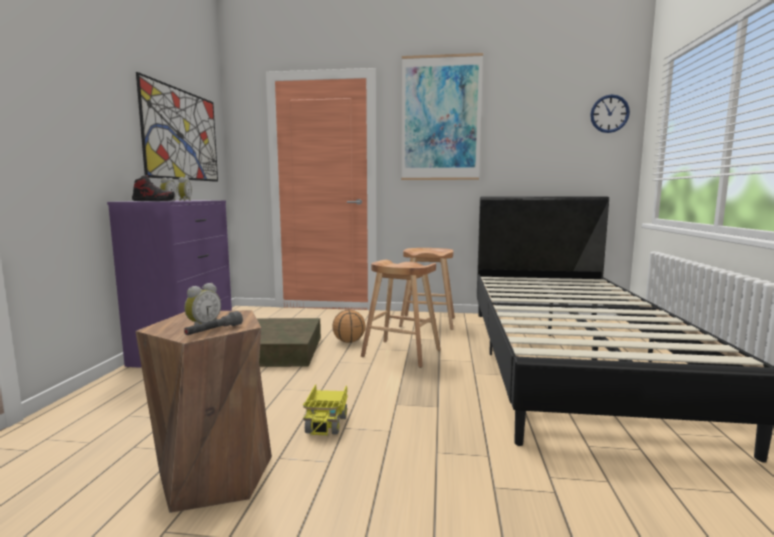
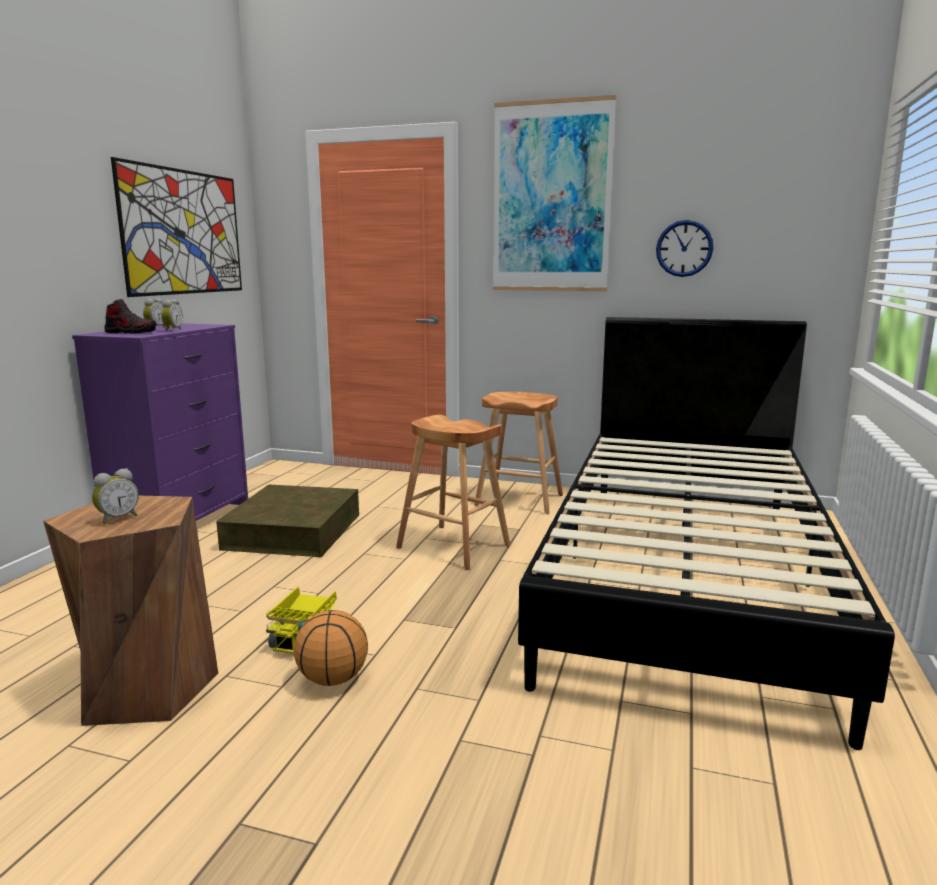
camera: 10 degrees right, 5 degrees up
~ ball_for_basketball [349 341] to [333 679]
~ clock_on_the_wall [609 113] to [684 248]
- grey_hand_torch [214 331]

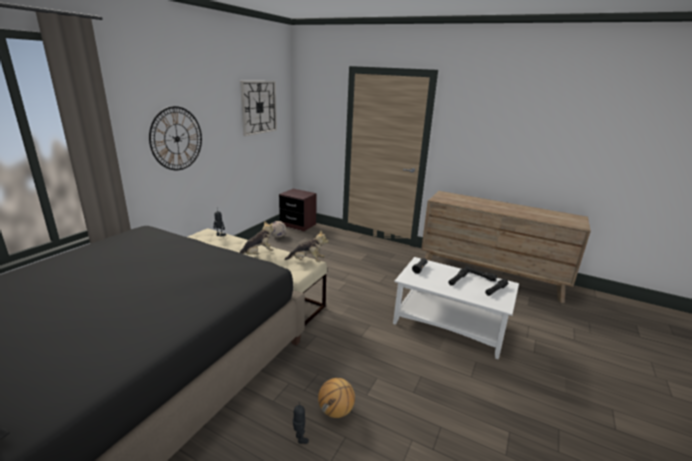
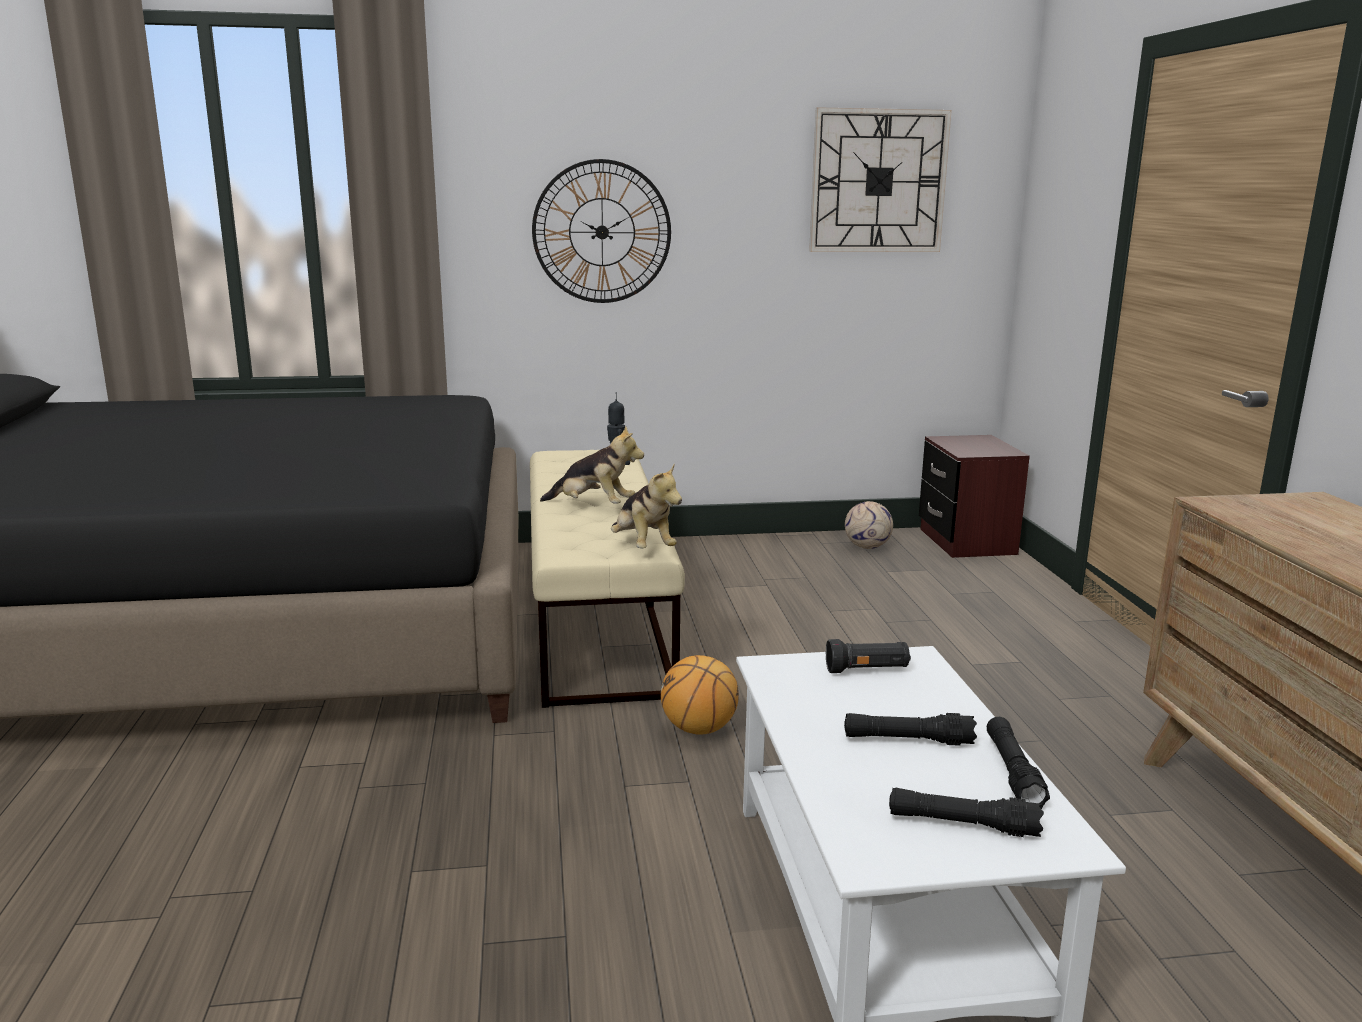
camera: 55 degrees right, 5 degrees down
~ ball_for_basketball [336 411] to [699 729]
- robot_figure [300 438]

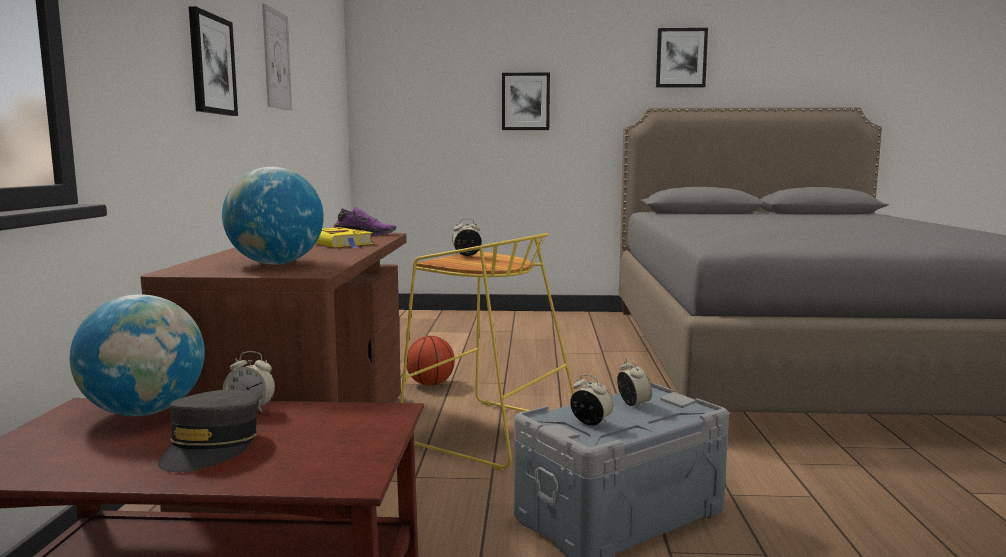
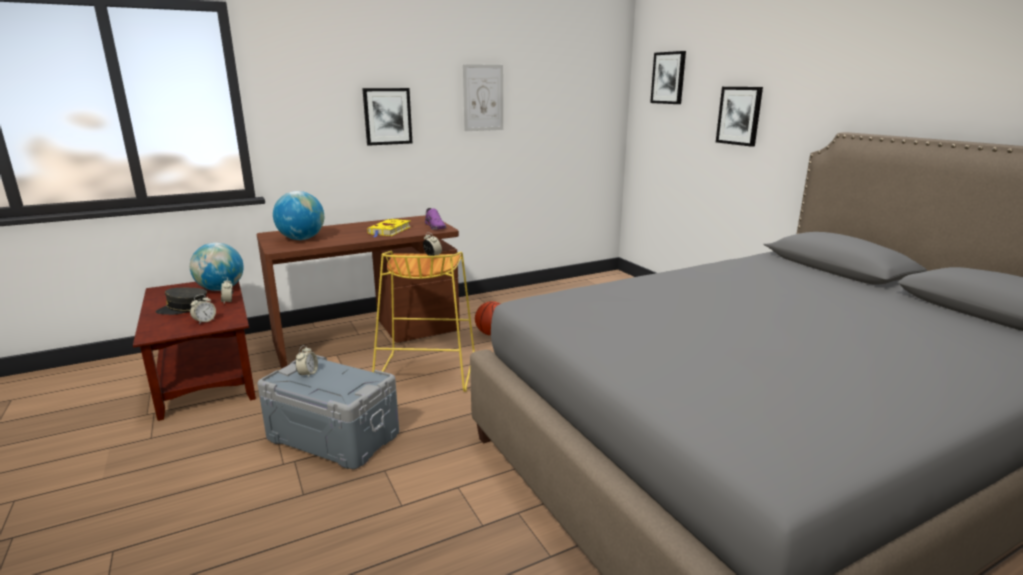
camera: 60 degrees right, 10 degrees up
~ table_clock [633 404] to [204 321]
~ wall_picture [681 58] to [668 78]

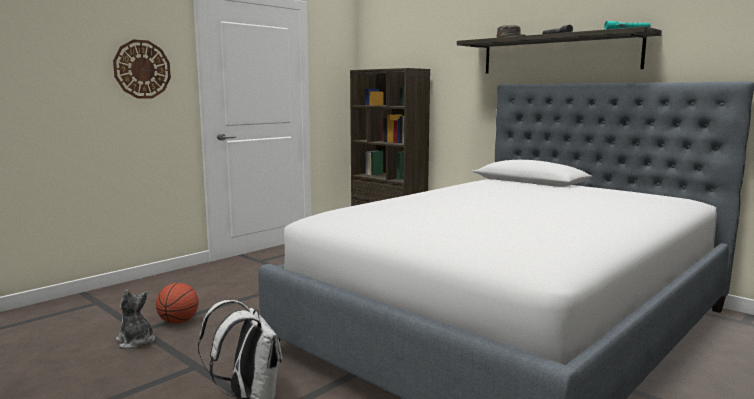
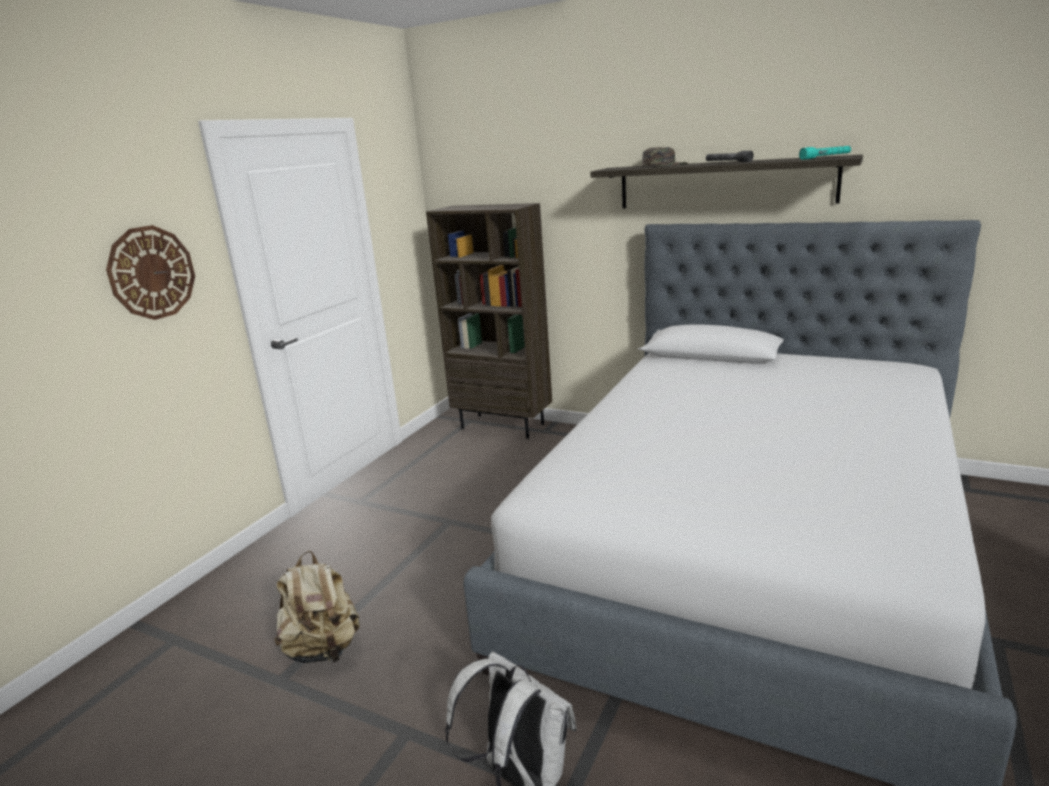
camera: 15 degrees left, 10 degrees up
~ ball_for_basketball [178 322] to beige-coloured_rucksack [323 649]
- soft_toy [136 342]

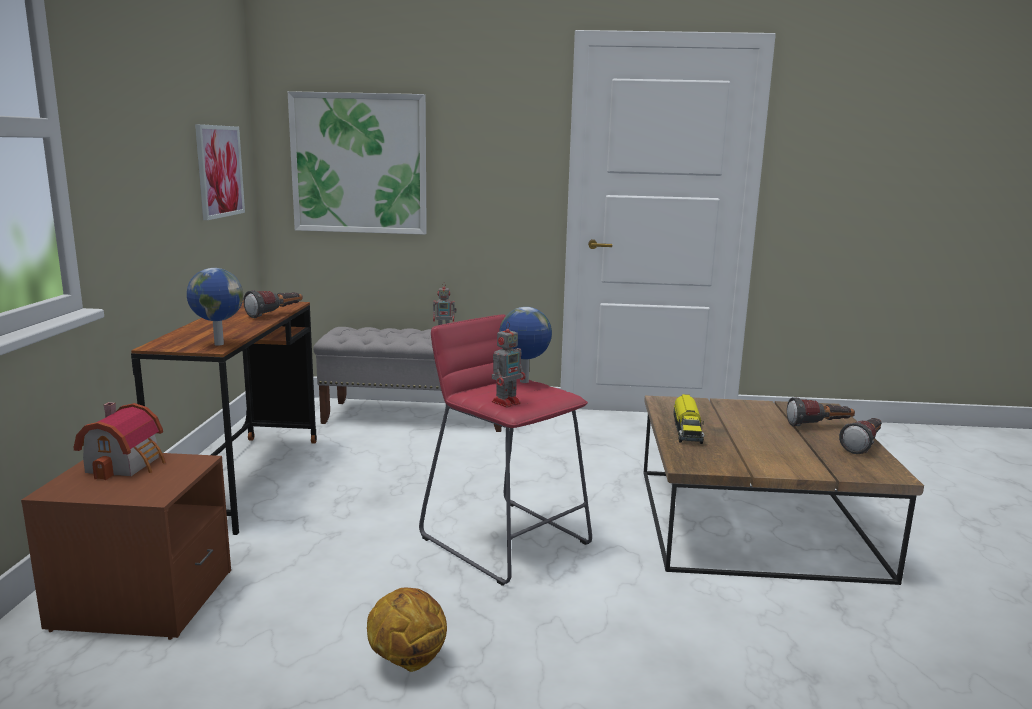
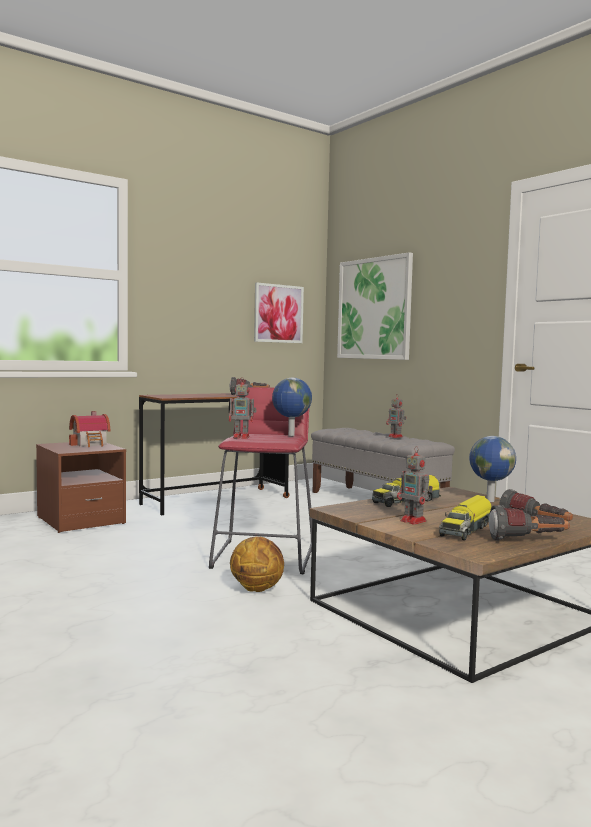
camera: 50 degrees right, 10 degrees down
~ ball_for_basketball [407 661] to [257 589]
+ robot_figure [414 521]
+ toy_truck [466 529]
~ world_globe [218 344] to [489 501]

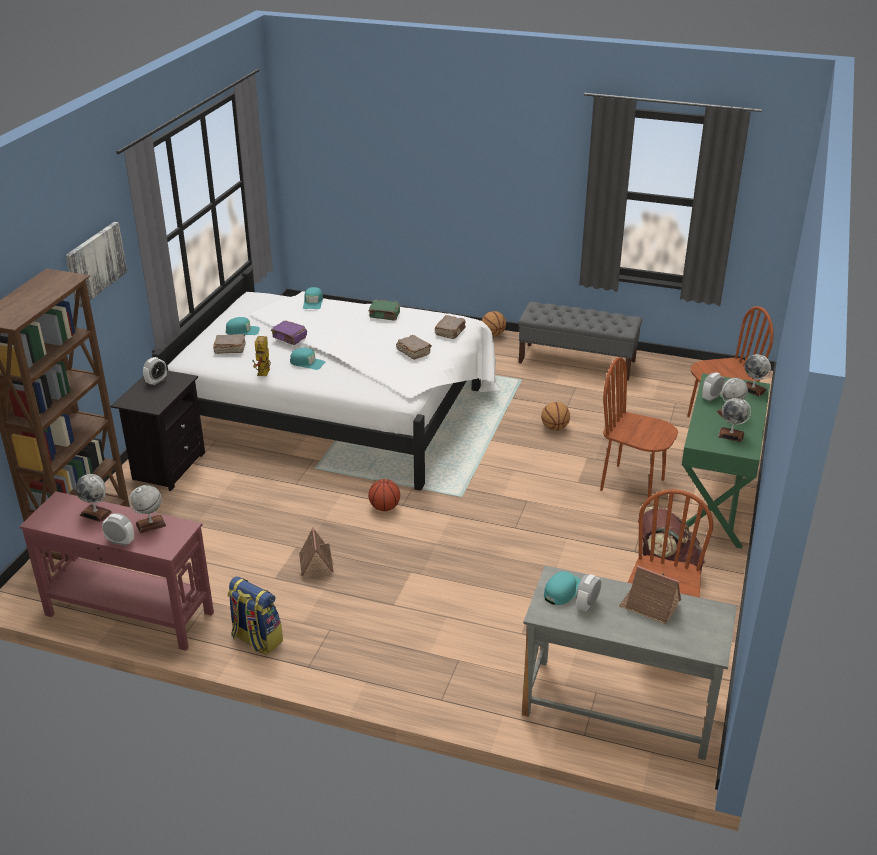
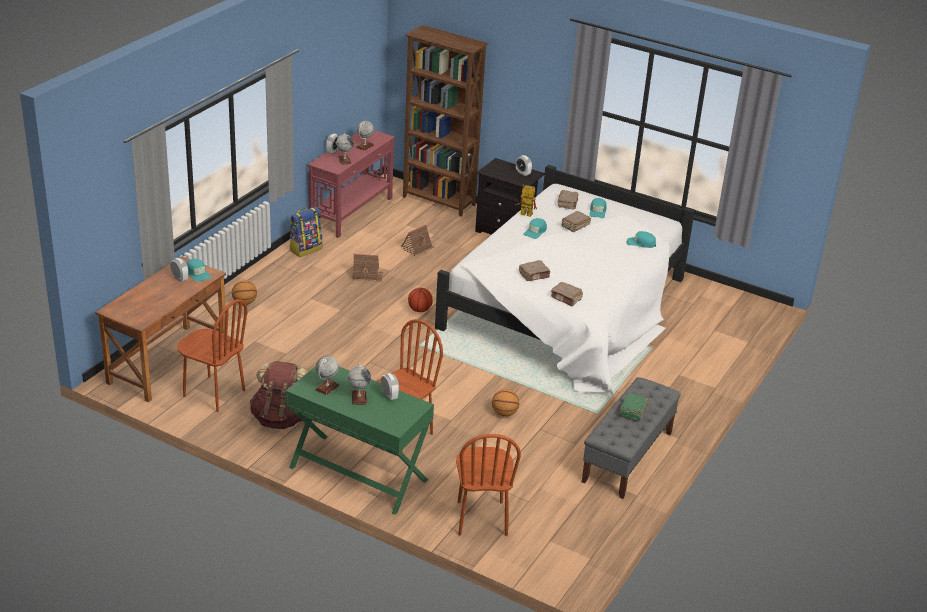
camera: 100 degrees right, 0 degrees up
~ grey_desk [618 708] to brown-coloured_desk [167 363]
~ ball_for_basketball [493 334] to [244 302]
~ miniature_house [649 606] to [417 248]
~ purple-coloured_bound_book [289 338] to brown-coloured_bound_book [575 226]
~ greenish_bound_book [385 315] to [632 412]
- wall_picture [95 263]
- world_globe [753 389]

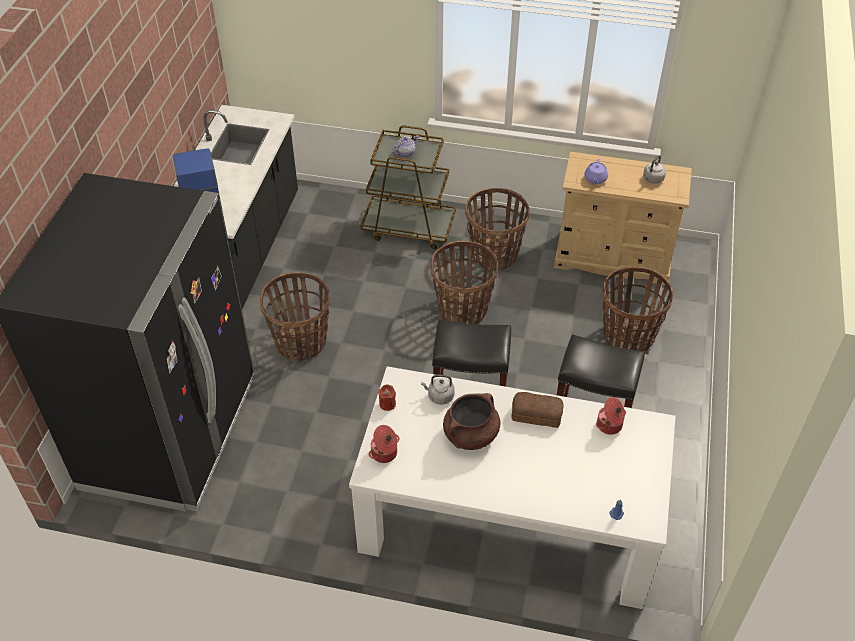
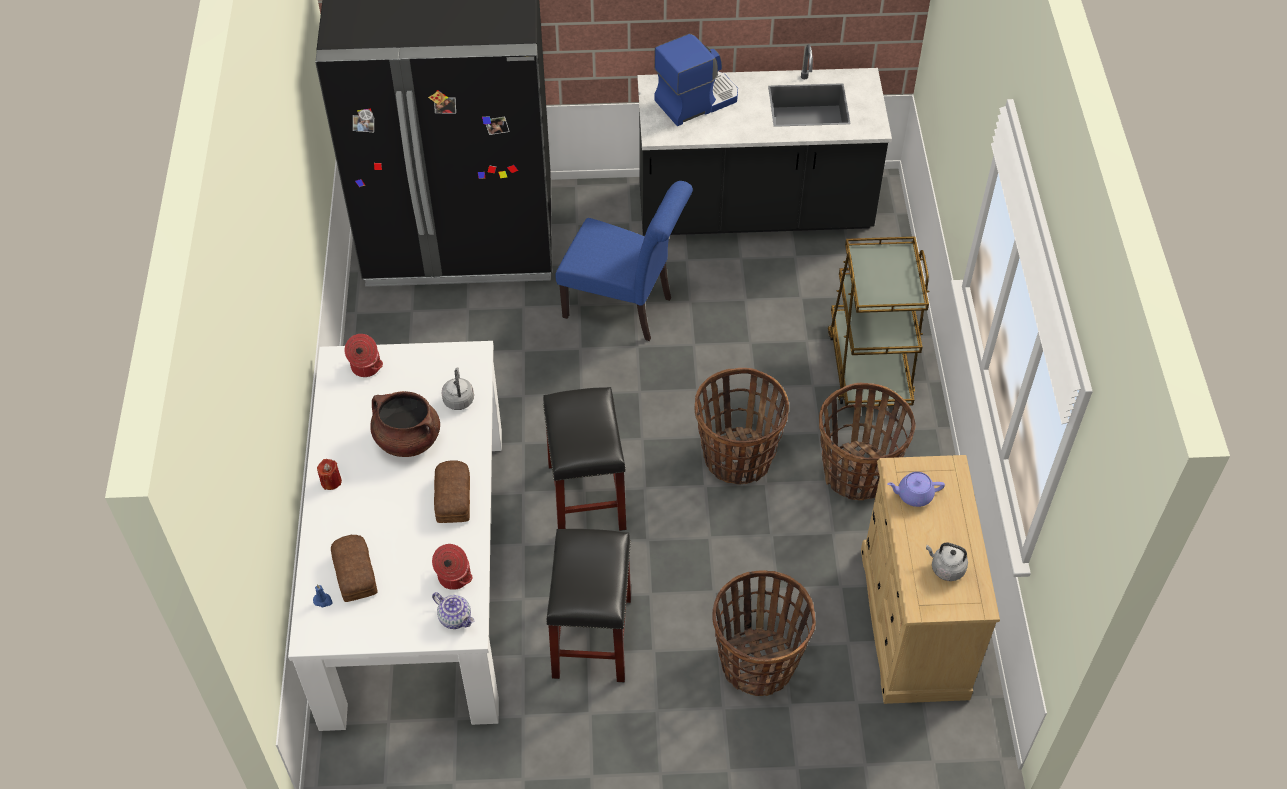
camera: 75 degrees right, 5 degrees up
~ reddish_wax_light [387 404] to [331 481]
+ bakery_bread [356 572]
~ teapot [405 153] to [456 618]
~ basket [301 342] to bluish_chair [624 308]

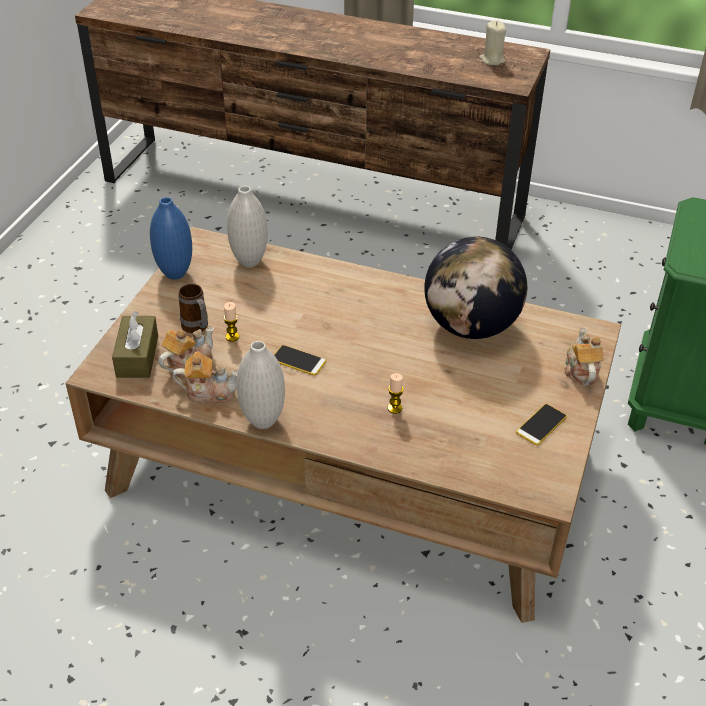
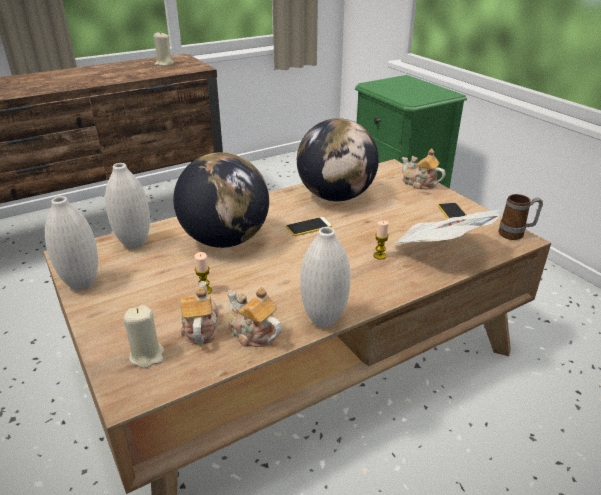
camera: 50 degrees left, 10 degrees down
~ bluish_vase [175 273] to white_vase [82 284]
~ brown-coloured_tissue_box [137 356] to beige-coloured_wax_light [147 355]
+ world_globe [225 240]
~ teapot [209 392] = [252 333] 90 degrees counterclockwise
~ handset [298 361] to [309 227]
+ printed_paper [440 249]
~ coffee_mug [197 328] to [516 234]

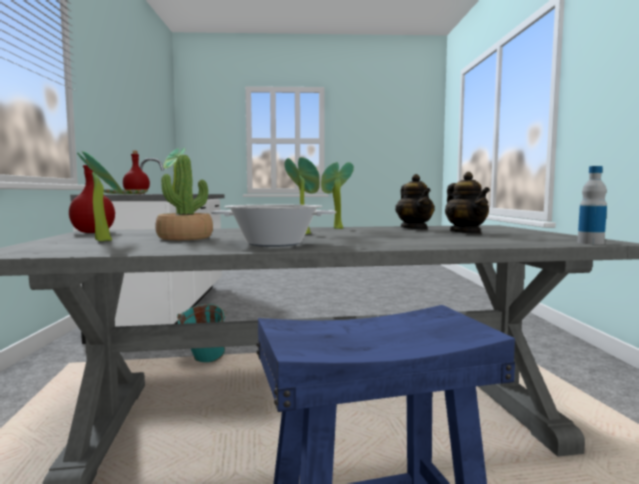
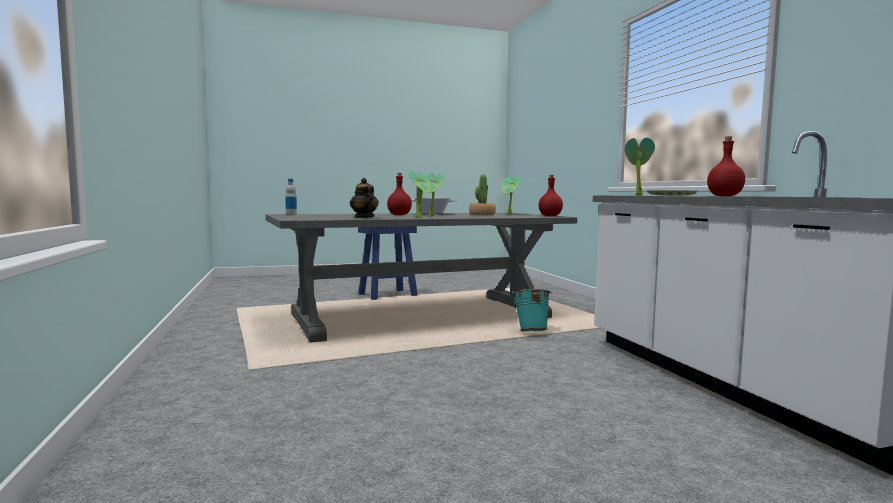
camera: 165 degrees right, 0 degrees up
+ reddish_drink_bottle [399 215]
- teapot [465 233]

